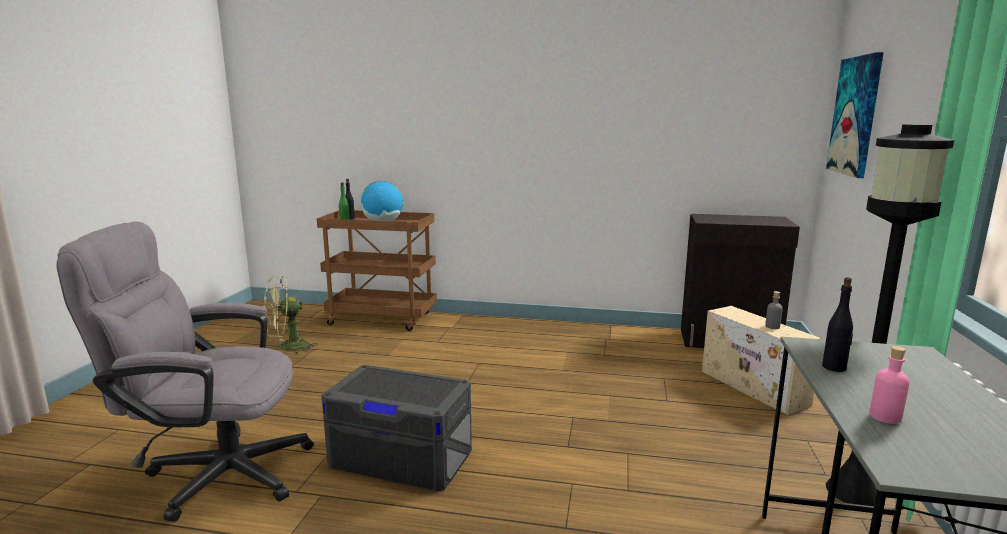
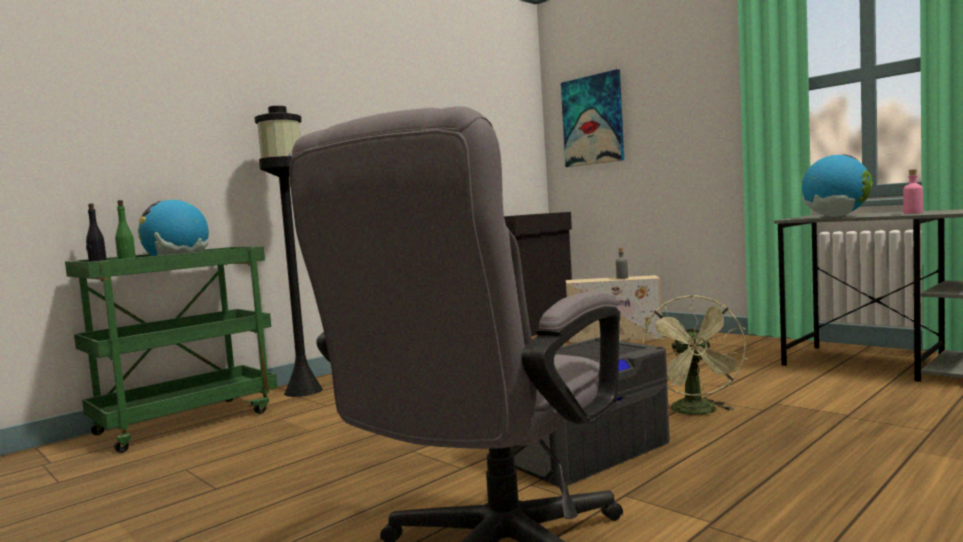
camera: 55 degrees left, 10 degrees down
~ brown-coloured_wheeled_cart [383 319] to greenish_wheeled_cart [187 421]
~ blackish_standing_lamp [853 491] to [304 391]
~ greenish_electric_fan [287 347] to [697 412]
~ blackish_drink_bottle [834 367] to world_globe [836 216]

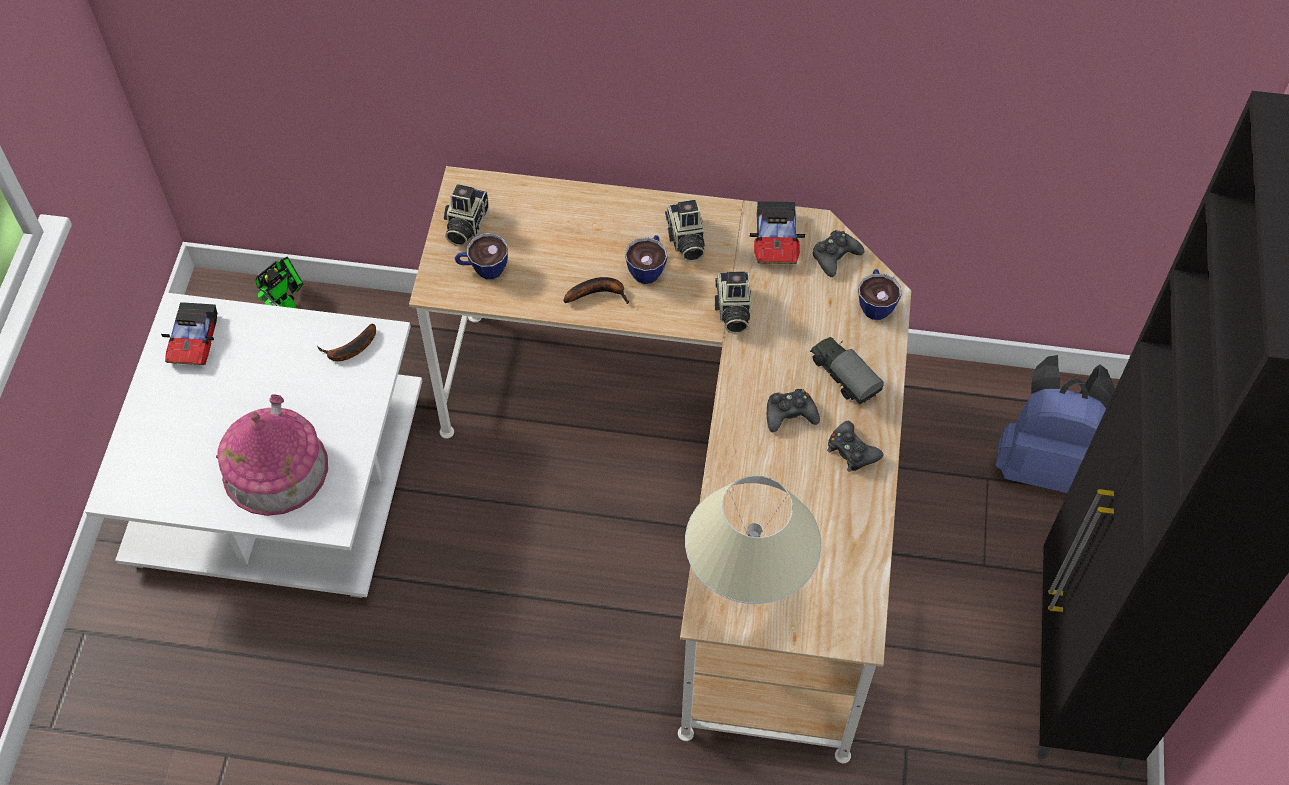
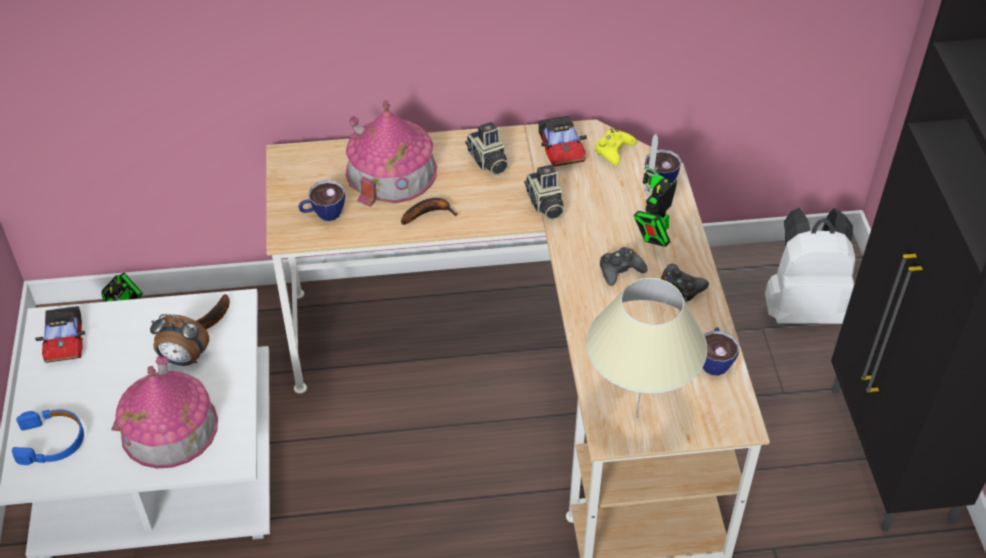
camera: 15 degrees left, 10 degrees down
+ bluish_headphones [51 441]
+ table_clock [183 359]
+ miniature_house [391 171]
~ blackish_joypad [835 256] to yellowish_joypad [613 150]
~ toy_truck [843 377] to robot_figure [653 234]
~ cup [648 268] to [714 360]
~ bluish_rucksack [1045 463] to white_rucksack [803 308]
- still_camera [465 225]

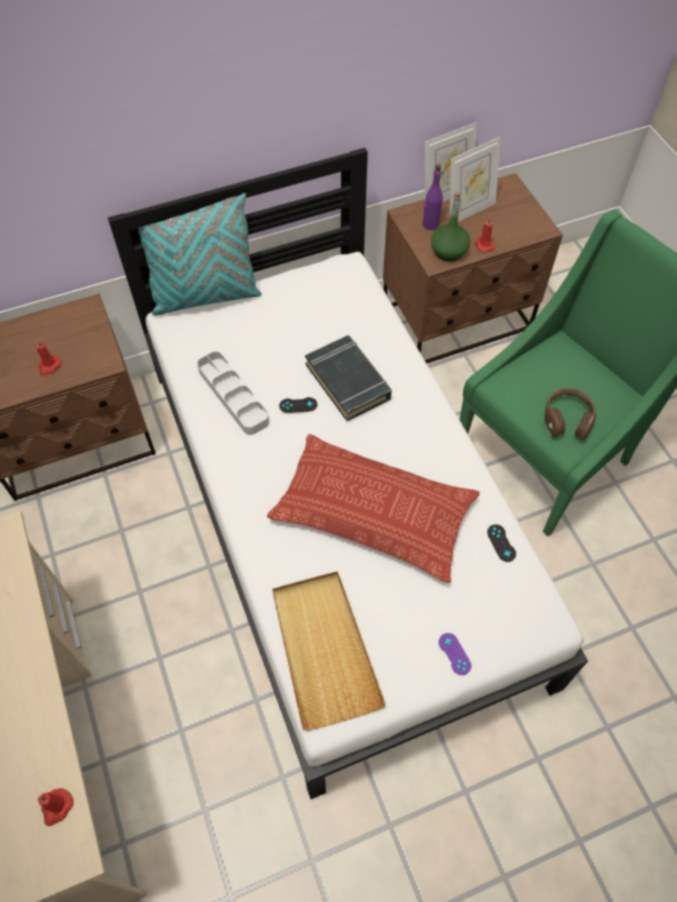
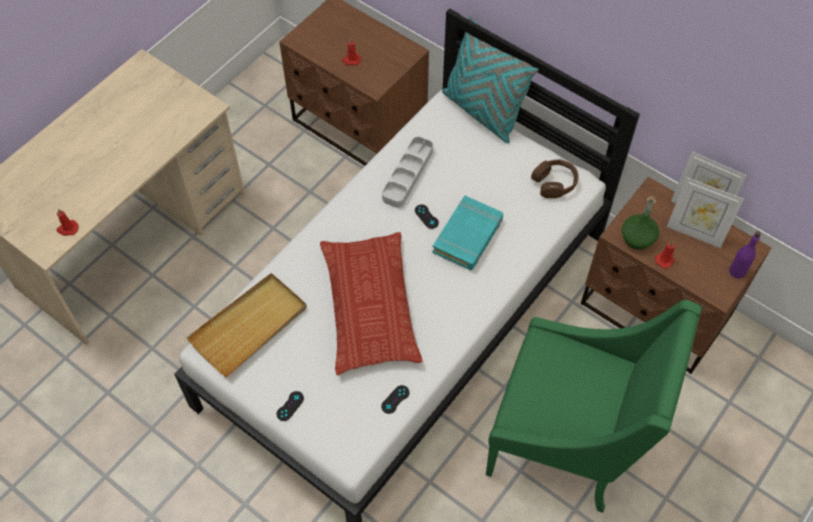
camera: 60 degrees right, 0 degrees up
~ purple-coloured_joypad [454 654] to blackish_joypad [290 406]
~ blackish_bound_book [348 381] to blue-green_bound_book [468 236]
~ brown-coloured_headphones [567 419] to [554 183]
~ purple-coloured_drink_bottle [430 224] to [737 271]

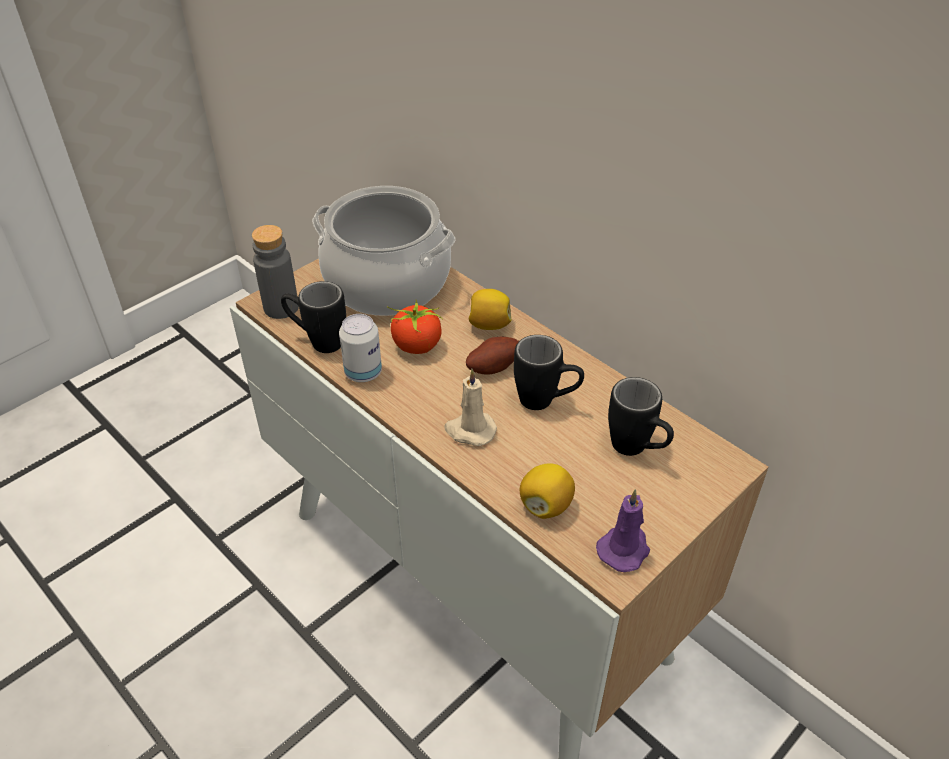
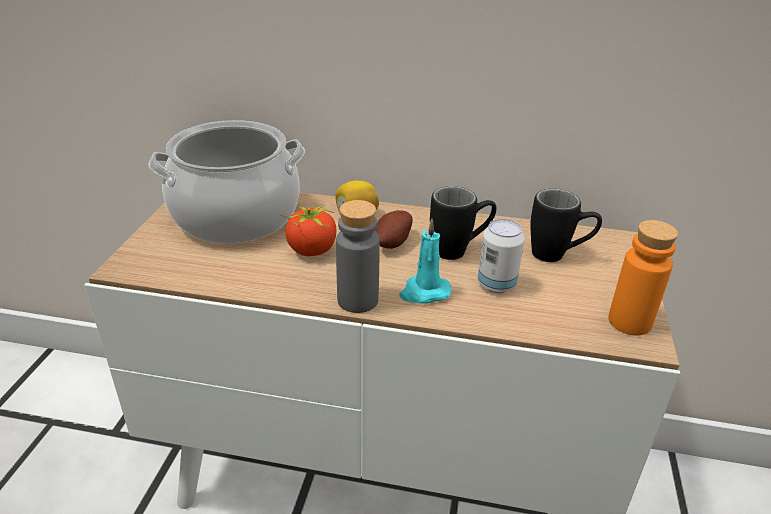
camera: 35 degrees left, 10 degrees down
~ grey_drink_bottle [281 307] to [357 300]
~ beige-coloured_wax_light [469 430] to blue-green_wax_light [424 292]
~ sealed_can [363 373] to [496 285]
~ purple-coloured_wax_light [624 549] to orangey_drink_bottle [629 322]
- blackish_coffee_mug [317 341]
- citrus_fruit [545 505]

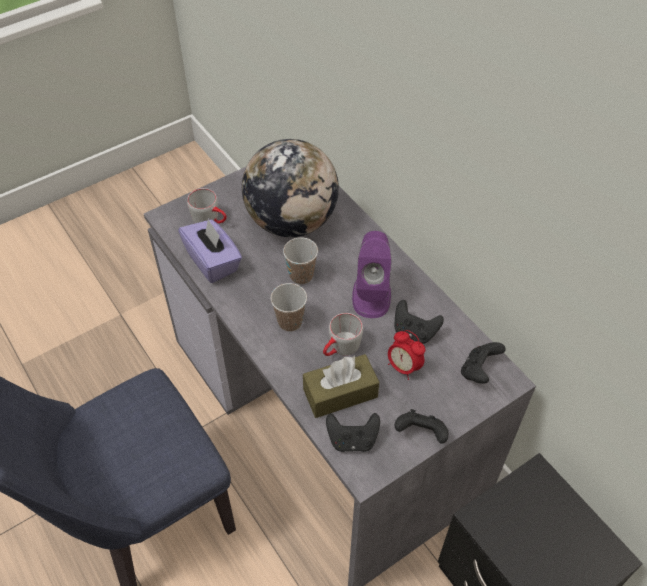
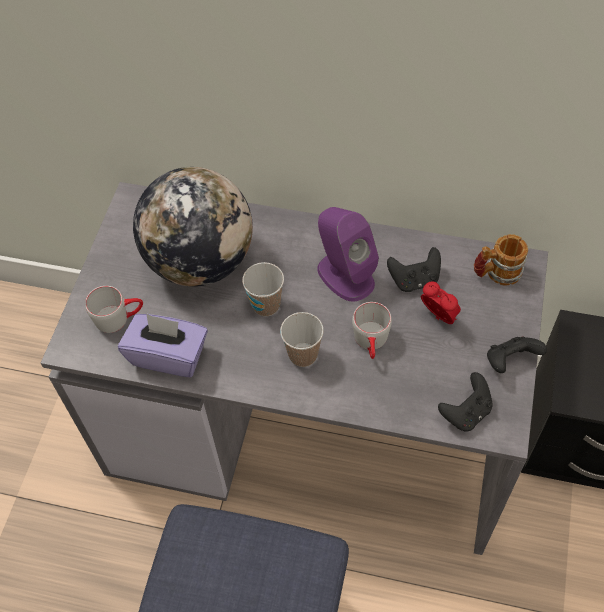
camera: 40 degrees left, 5 degrees up
~ table_clock [403 367] = [438 317] 135 degrees counterclockwise
~ blackish_joypad [478 371] to coffee_mug [496 273]
- brown-coloured_tissue_box [340 393]

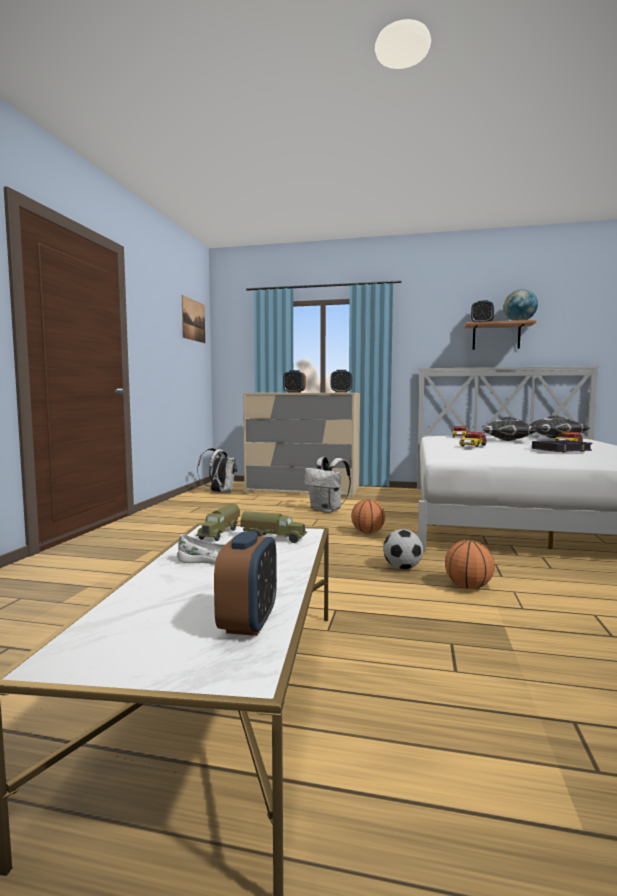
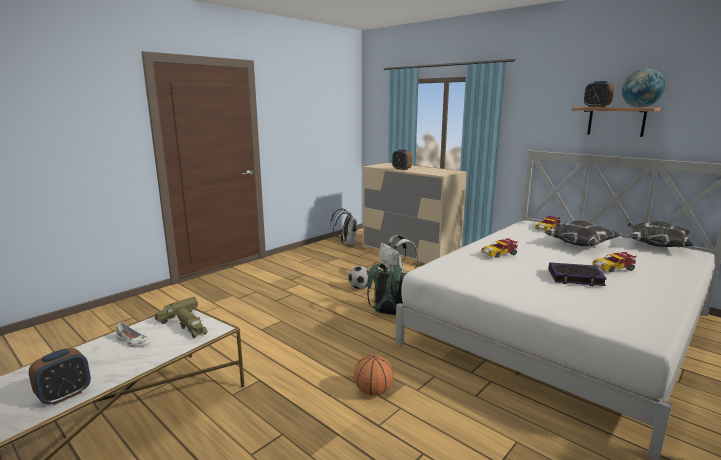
camera: 30 degrees right, 10 degrees up
~ football_ball [402 568] to [360 288]
~ ball_for_basketball [367 532] to greenish_rucksack [388 313]
- wall_picture [193 320]
- table_clock [341 392]

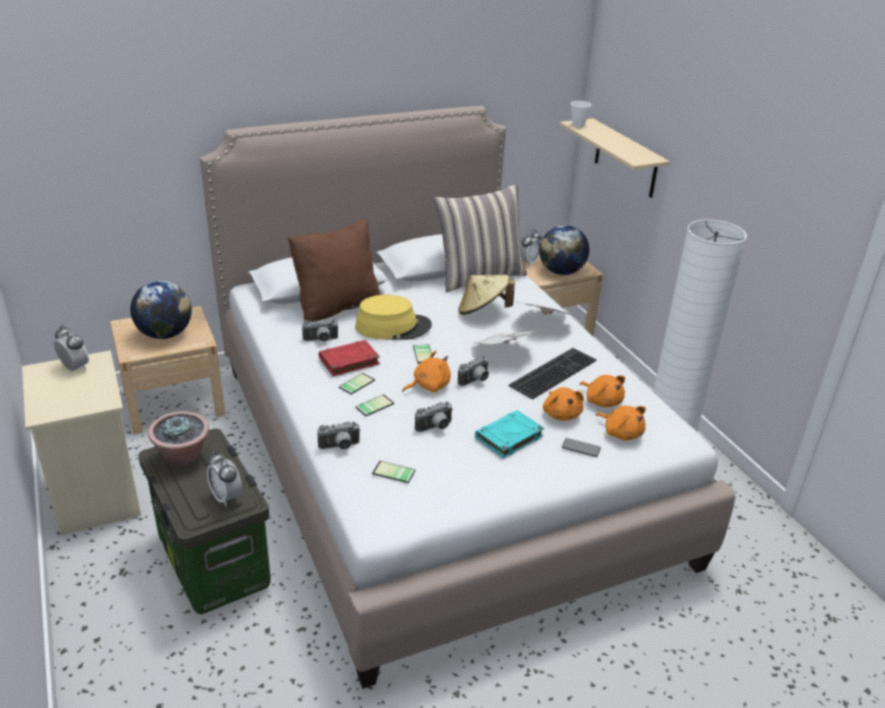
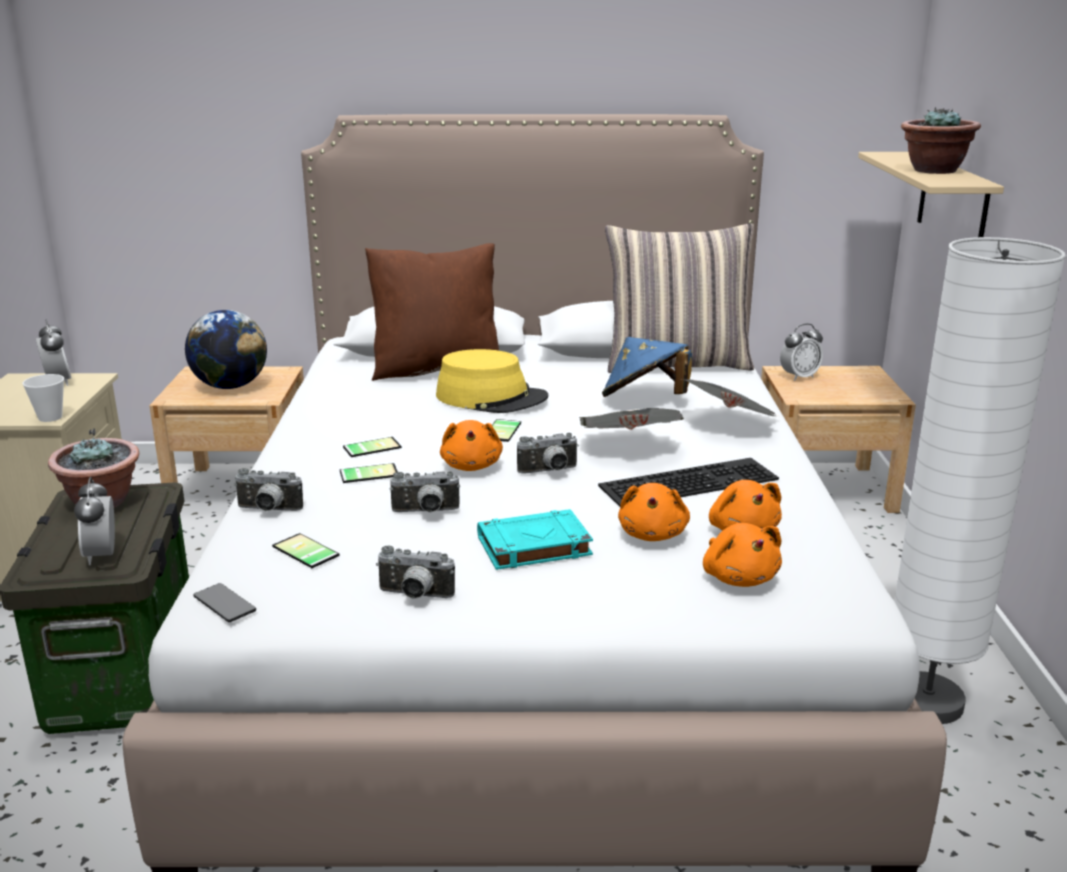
camera: 25 degrees right, 10 degrees down
~ cup [578 125] to [50 417]
~ handset [581 448] to [224 604]
~ still_camera [321 340] to [414 596]
~ orangey_soft_toy [429 386] = [472 466] 90 degrees clockwise
~ beige-coloured_hat [483 311] to bluish_hat [644 399]
+ houseplant [933 171]
- reddish_bound_book [348 361]
- world_globe [561 272]

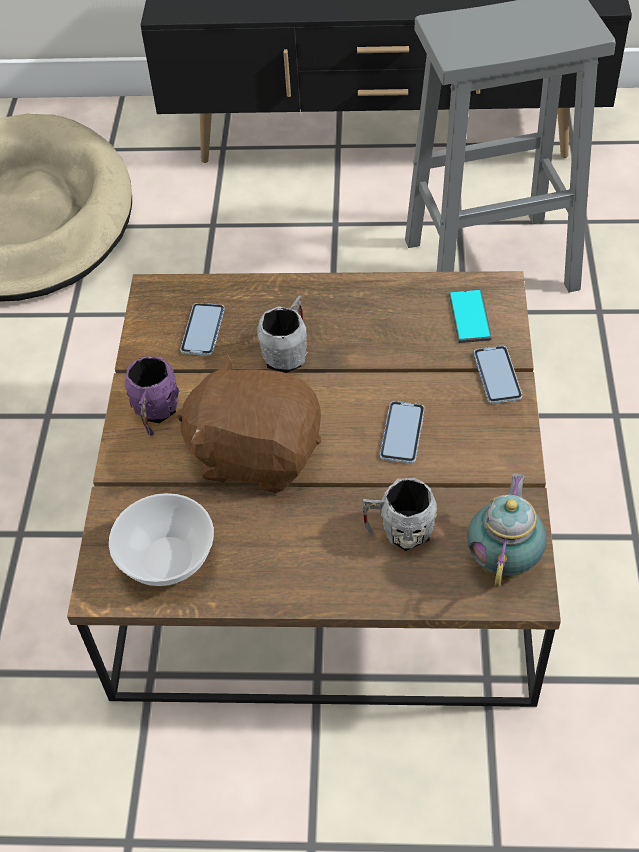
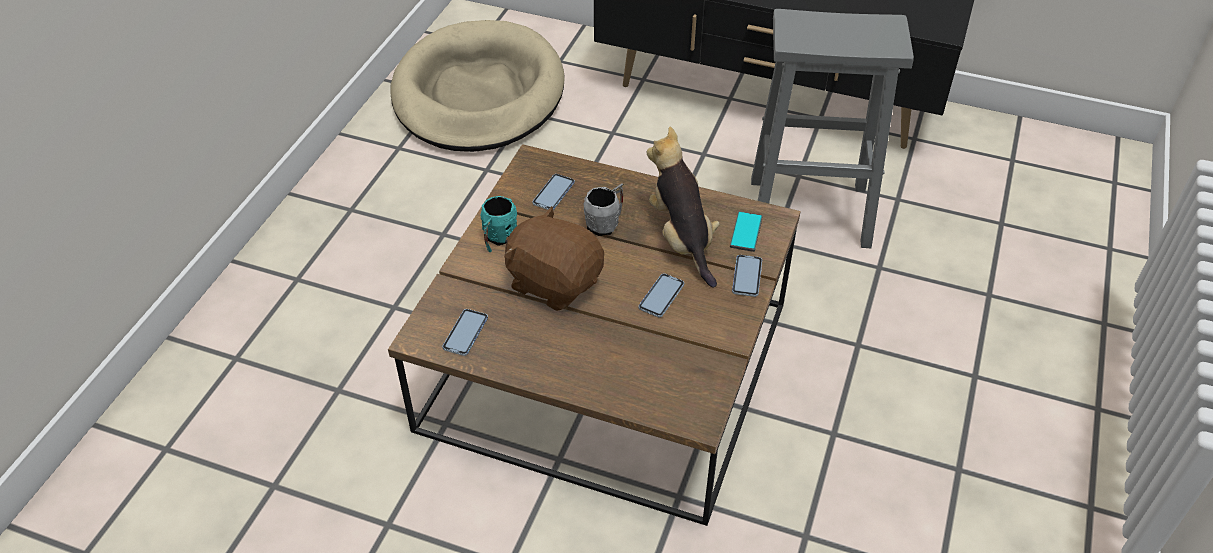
camera: 15 degrees right, 5 degrees down
~ deep_dish [166 561] to handset [465 333]
~ purple-coloured_coffee_mug [155 414] to blue-green_coffee_mug [498 239]
+ soft_toy [682 239]
- grey_coffee_mug [399 532]
- teapot [504 560]

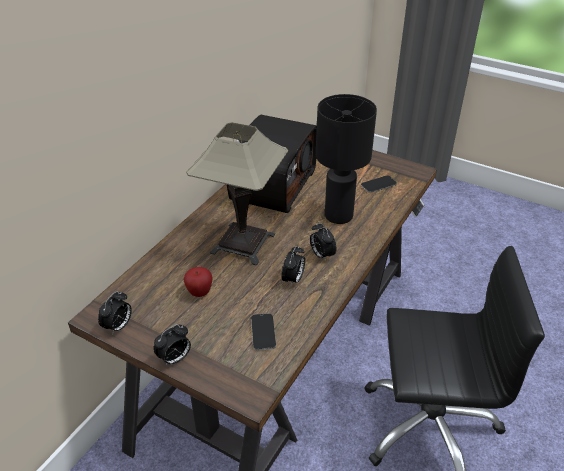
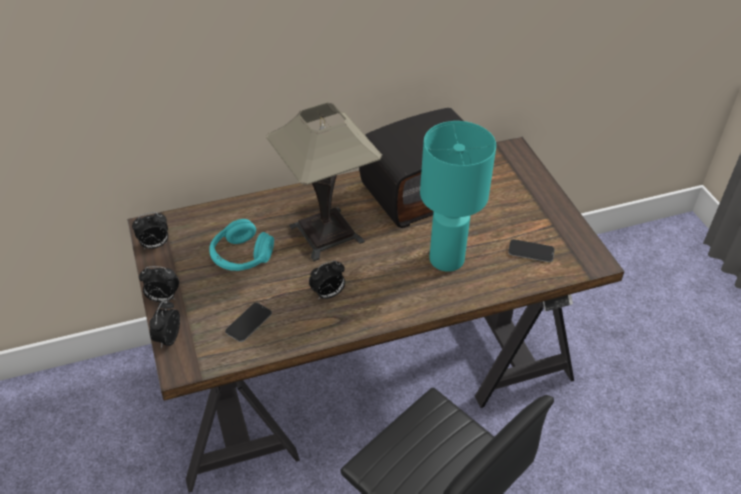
camera: 40 degrees right, 5 degrees up
~ table_clock [321 255] to [168 338]
~ apple_fruit [199 293] to blue-green_headphones [241 256]
~ blackish_tabletop_lamp [338 216] to blue-green_tabletop_lamp [446 260]

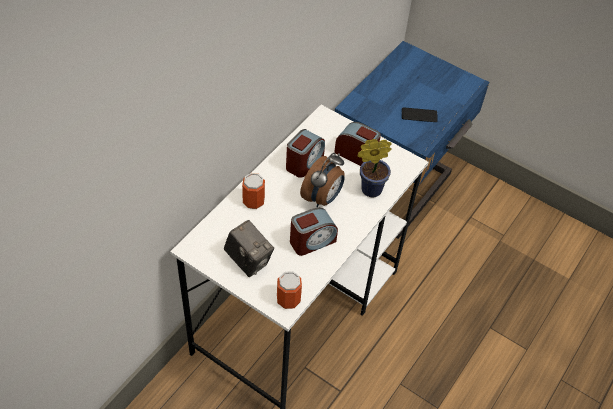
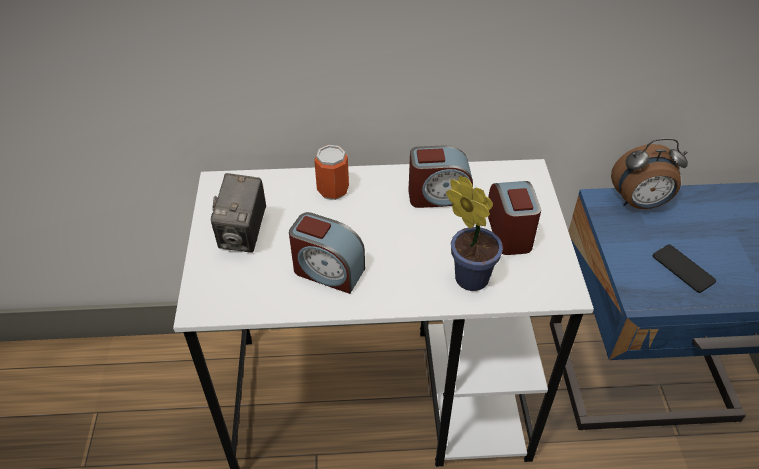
camera: 55 degrees right, 5 degrees down
~ table_clock [323 198] to [639 203]
- sealed_can [288 300]

